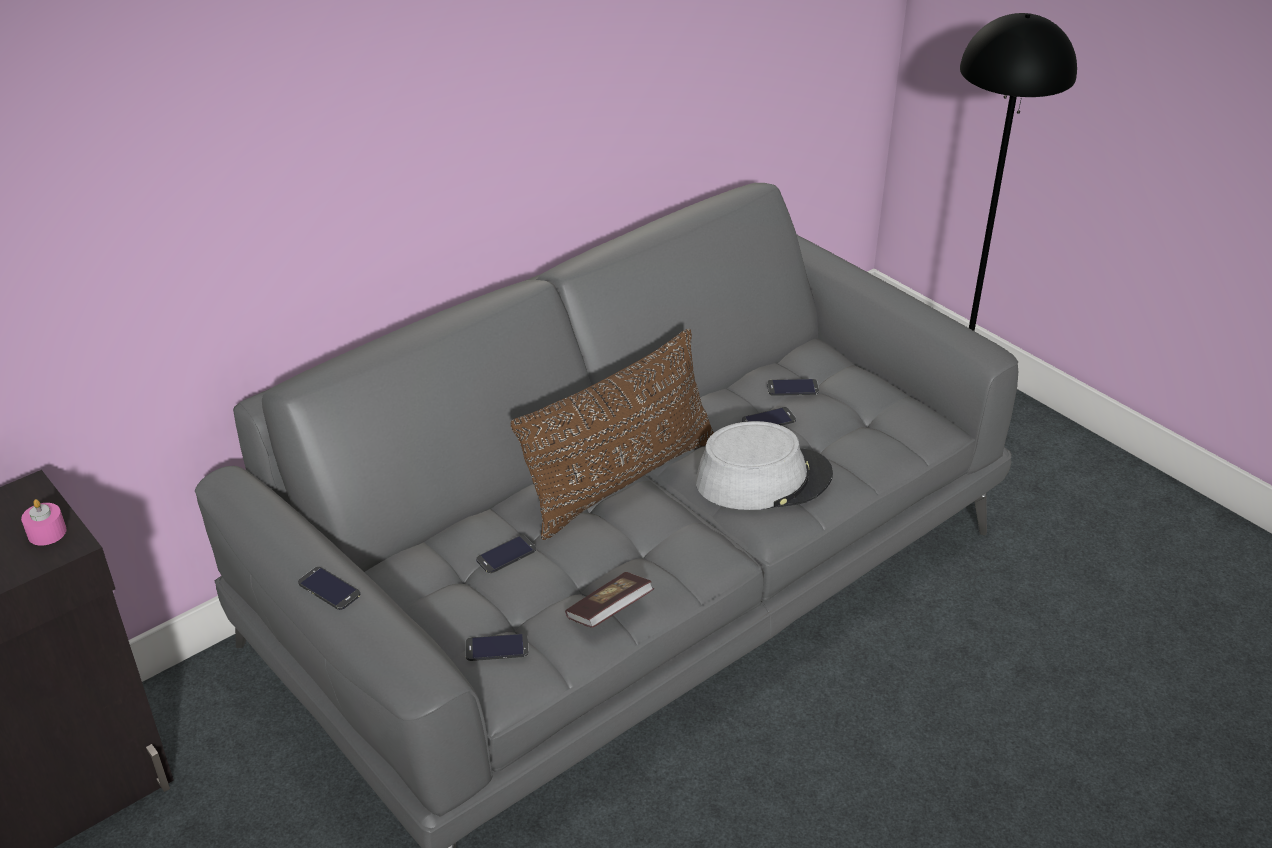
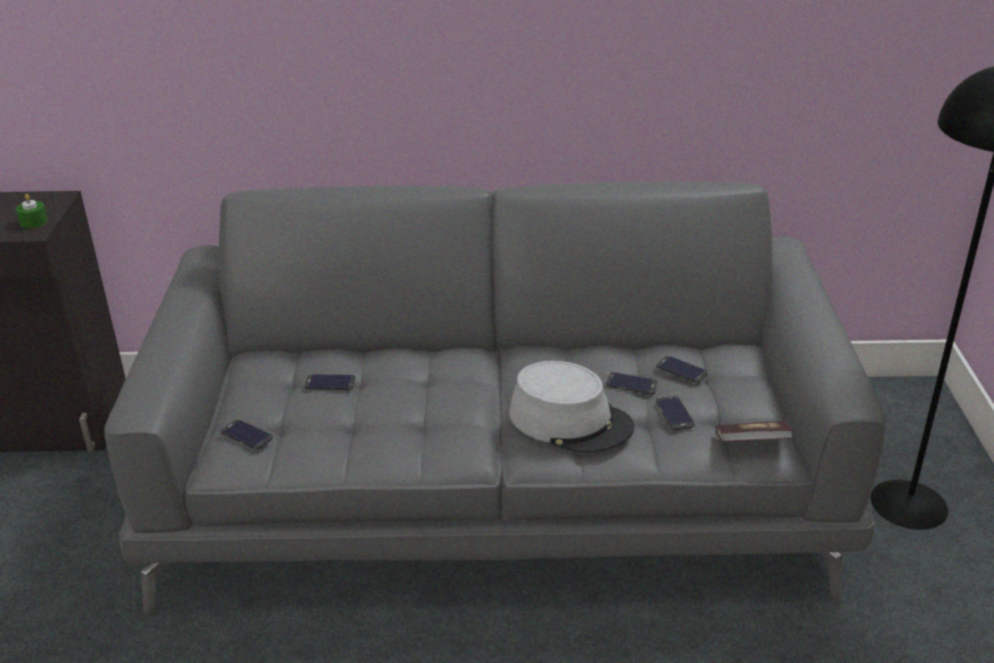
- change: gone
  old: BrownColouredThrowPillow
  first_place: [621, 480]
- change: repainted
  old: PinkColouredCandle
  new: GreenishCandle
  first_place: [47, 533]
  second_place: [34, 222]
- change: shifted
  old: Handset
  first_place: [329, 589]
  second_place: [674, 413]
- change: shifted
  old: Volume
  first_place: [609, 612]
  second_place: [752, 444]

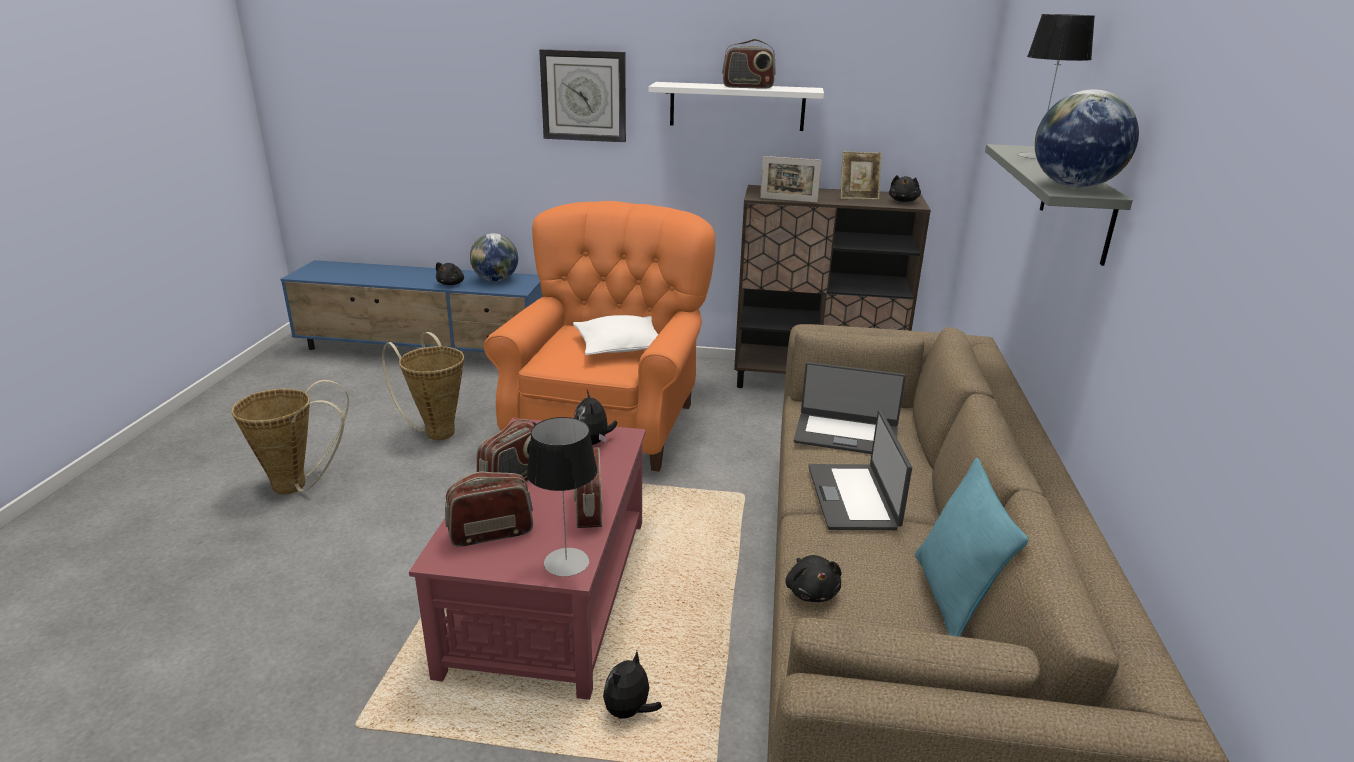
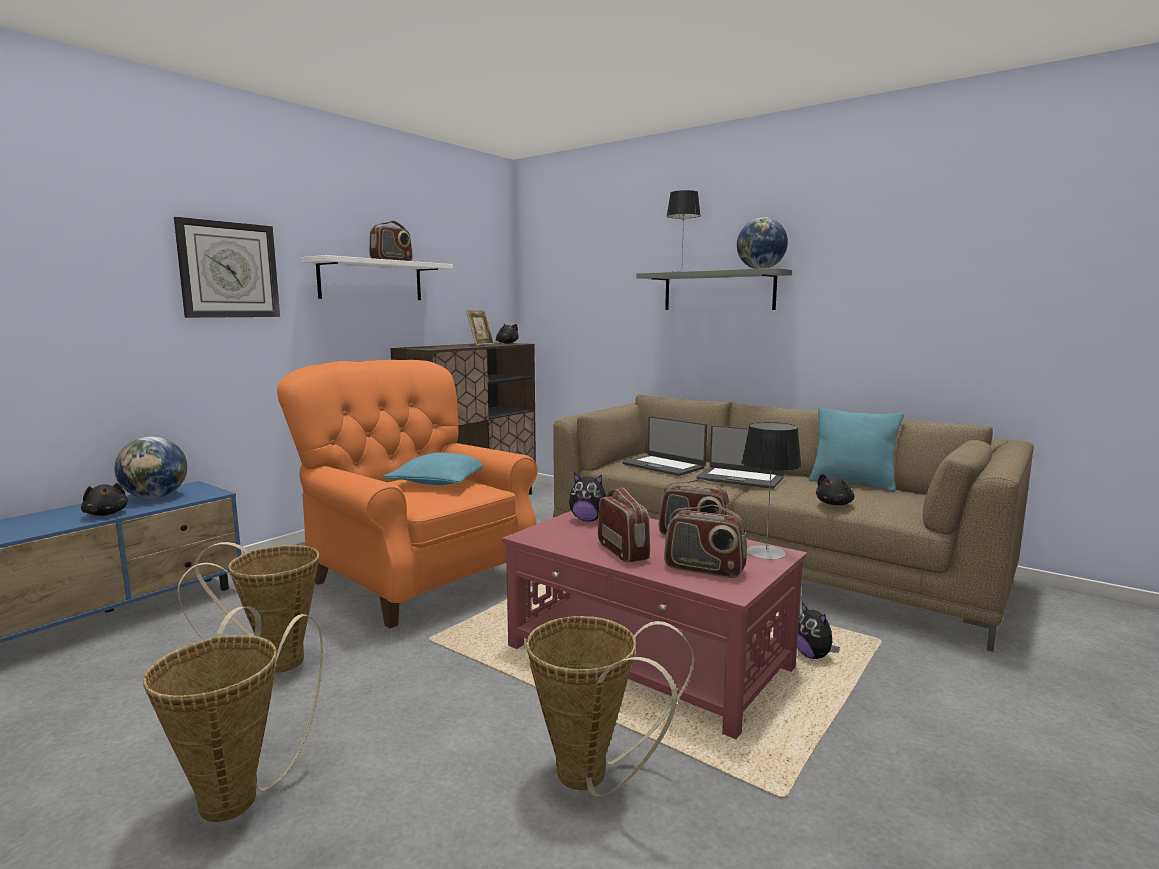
- change: gone
  old: StandingFrame
  first_place: [788, 200]
- change: repainted
  old: WhiteColouredThrowPillow
  new: BlueGreenThrowPillow
  first_place: [620, 346]
  second_place: [440, 482]
- change: rotated
  old: PortableComputer
  first_place: [846, 434]
  second_place: [664, 466]
  degrees: 90
- change: rotated
  old: Radio
  first_place: [491, 533]
  second_place: [704, 569]
  degrees: -75
- change: rotated
  old: BlackCuddlyToy
  first_place: [811, 591]
  second_place: [835, 504]
  degrees: 120
- change: new
  new: StorageBasket
  second_place: [593, 778]

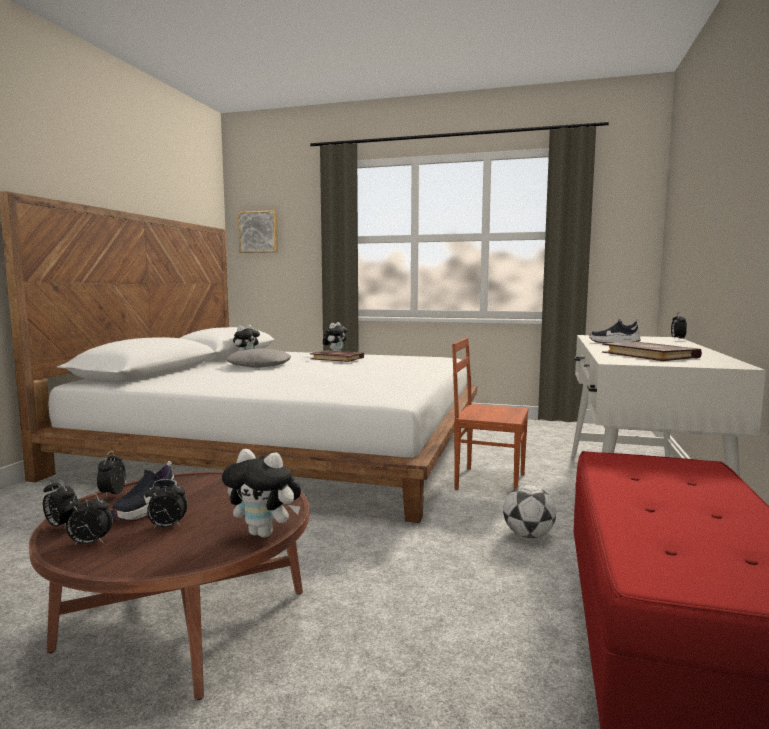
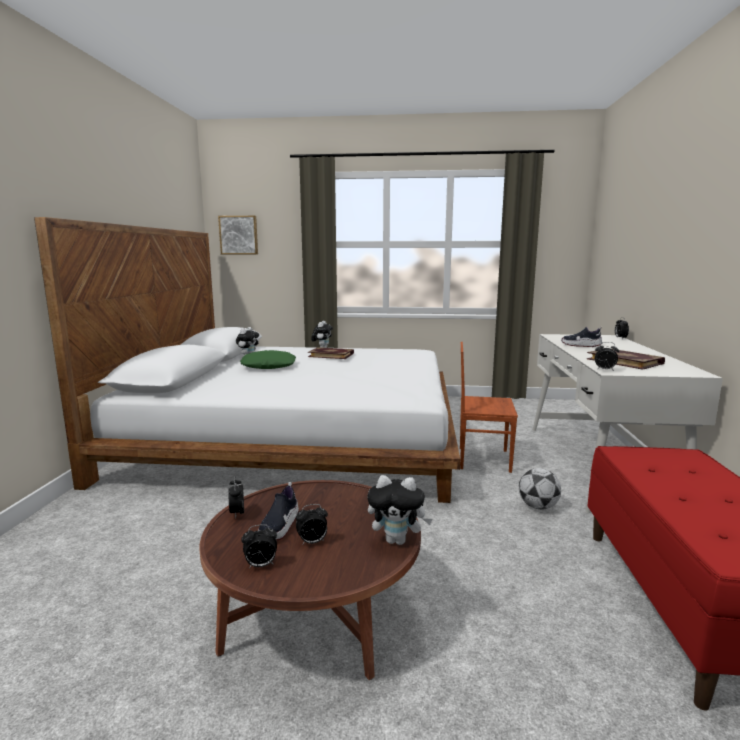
- change: repainted
  old: GreyishThrowPillow
  new: GreenishThrowPillow
  first_place: [259, 365]
  second_place: [269, 366]
- change: shifted
  old: AlarmClock
  first_place: [62, 526]
  second_place: [604, 370]

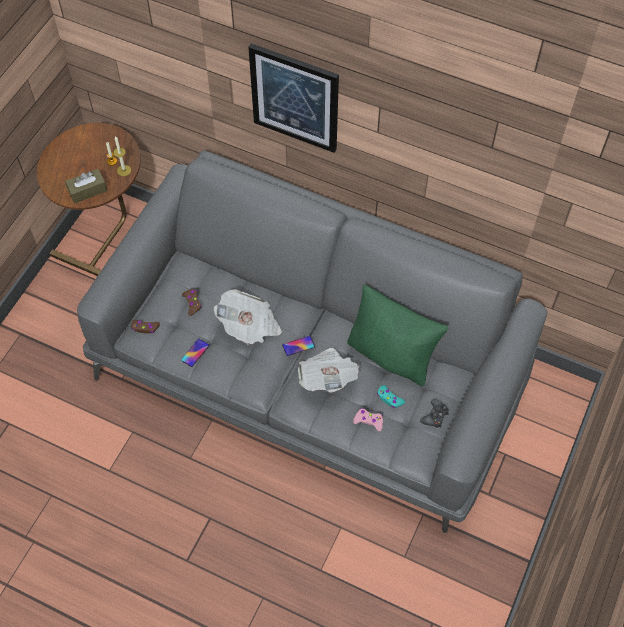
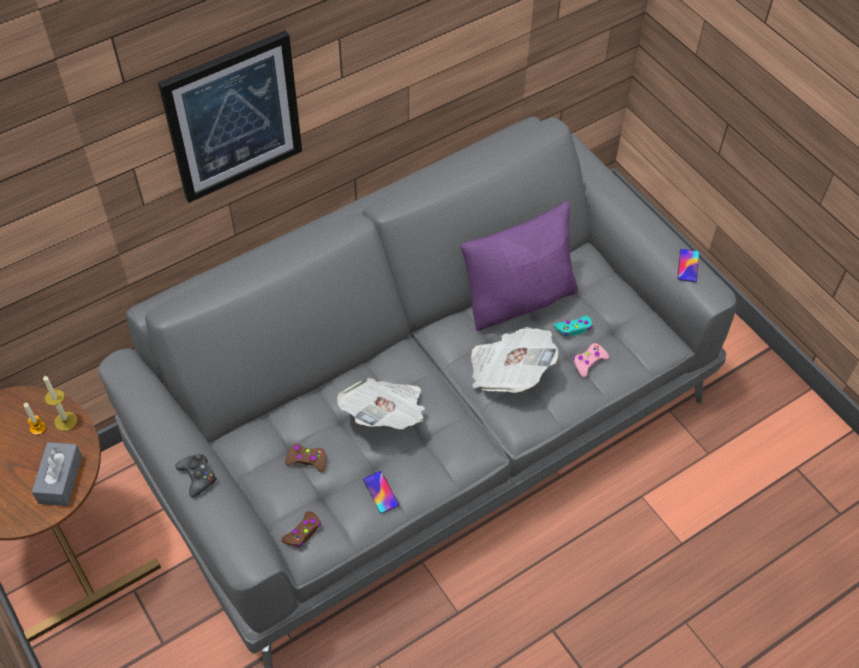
- change: repainted
  old: BrownColouredTissueBox
  new: GreyishTissueBox
  first_place: [87, 190]
  second_place: [60, 479]
- change: repainted
  old: GreenishThrowPillow
  new: PurpleColouredThrowPillow
  first_place: [392, 355]
  second_place: [519, 299]
- change: shifted
  old: Handset
  first_place: [298, 346]
  second_place: [688, 266]
- change: shifted
  old: BlackGamepad
  first_place: [435, 416]
  second_place: [197, 477]

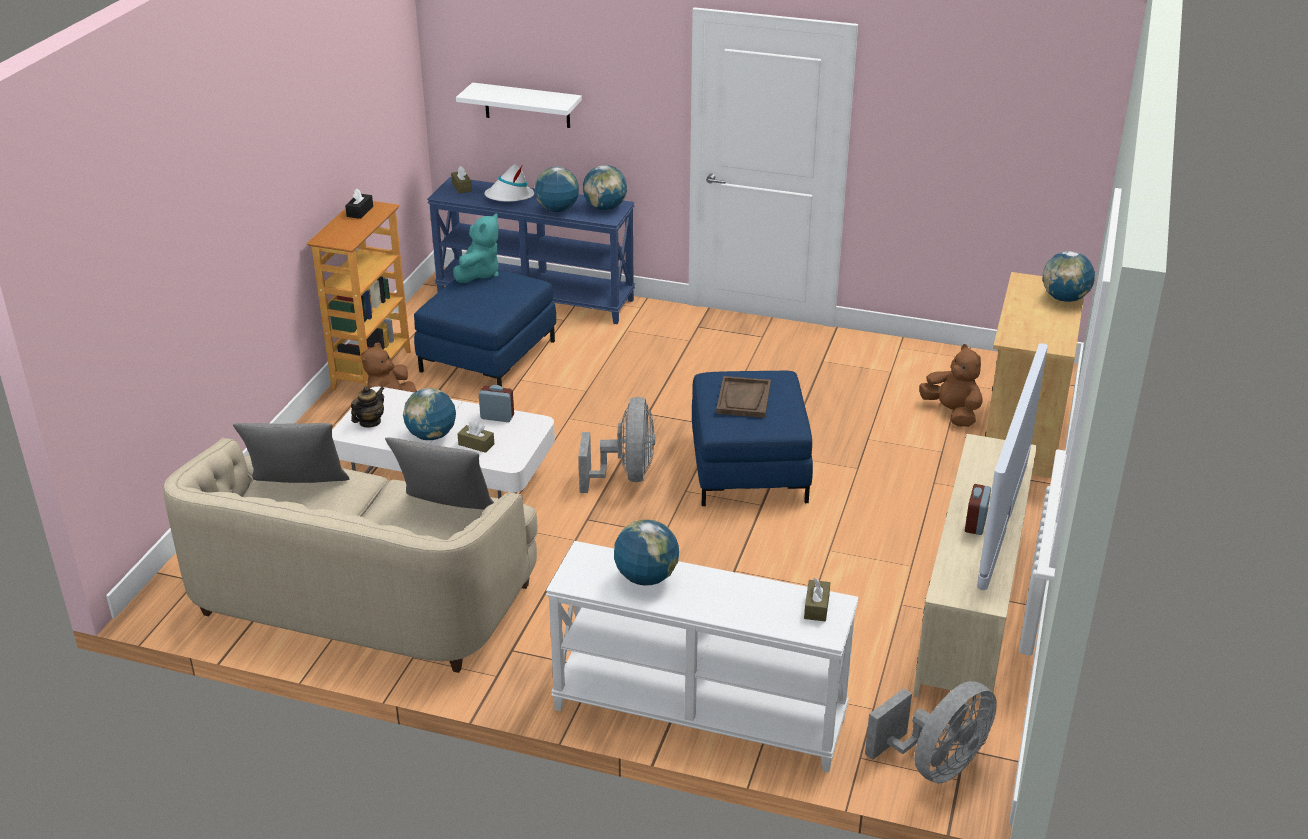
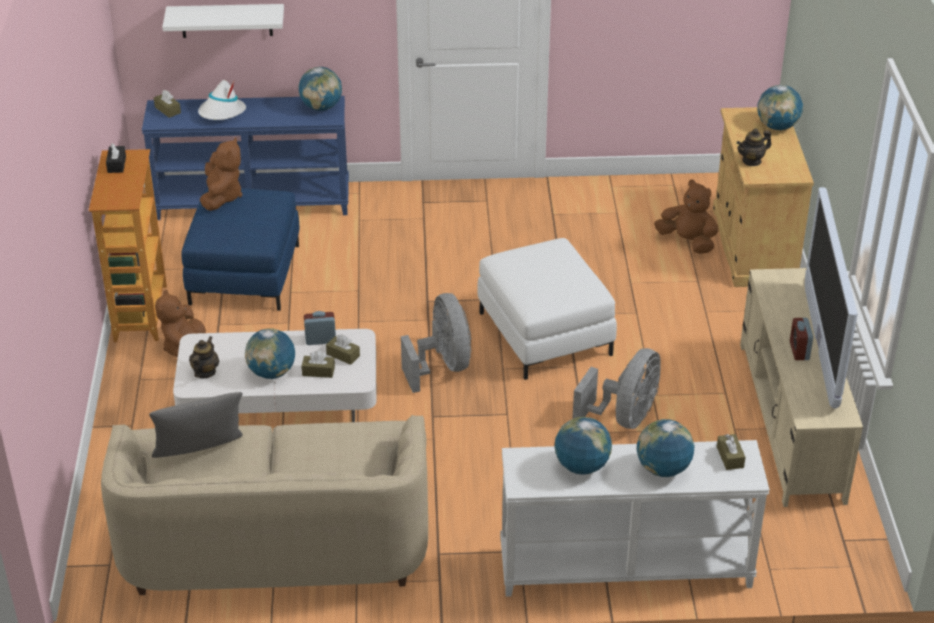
- change: shifted
  old: Globe
  first_place: [557, 209]
  second_place: [663, 469]
- change: repainted
  old: BlueGreenCuddlyToy
  new: BrownColouredCuddlyToy
  first_place: [479, 274]
  second_place: [222, 197]
- change: repainted
  old: BlueOttoman
  new: WhiteColouredOttoman
  first_place: [749, 467]
  second_place: [545, 333]
- change: gone
  old: BrownColouredServingTray
  first_place: [743, 399]
- change: gone
  old: GreyishThrowPillow
  first_place: [446, 511]
- change: shifted
  old: GreyishElectricFan
  first_place: [935, 765]
  second_place: [624, 417]
- change: new
  new: PotForTea
  second_place: [752, 161]
- change: new
  new: BrownColouredTissueBox
  second_place: [343, 355]

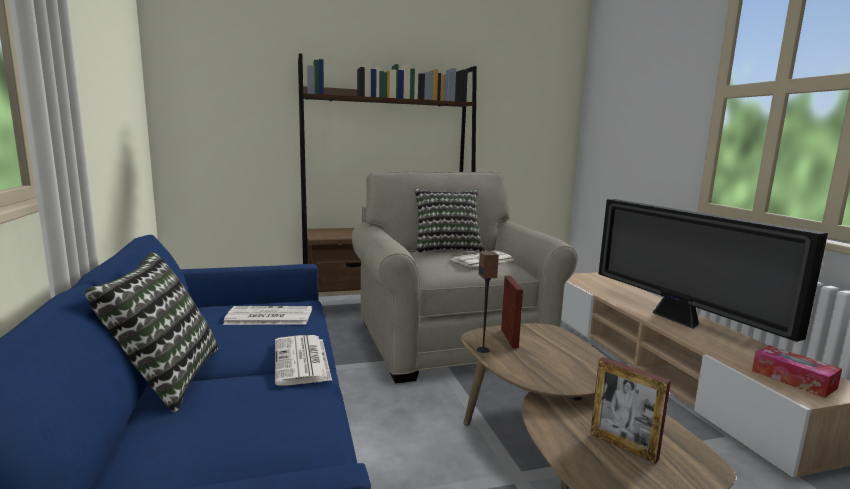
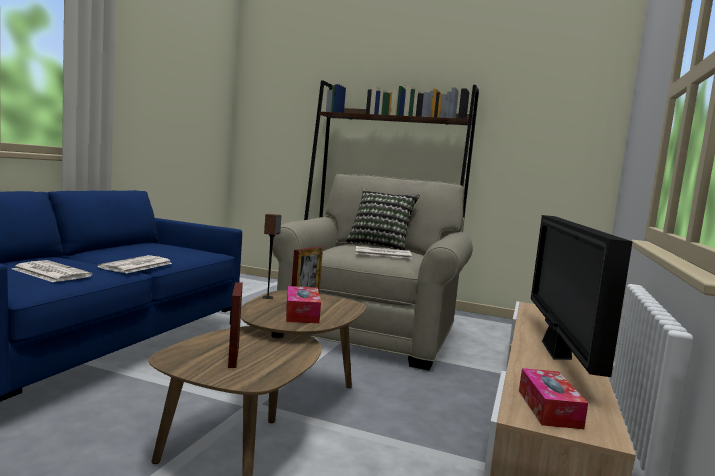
- change: gone
  old: ThrowPillow
  first_place: [165, 378]
- change: shifted
  old: Newspaper
  first_place: [268, 317]
  second_place: [50, 272]
- change: new
  new: TissueBox
  second_place: [302, 313]

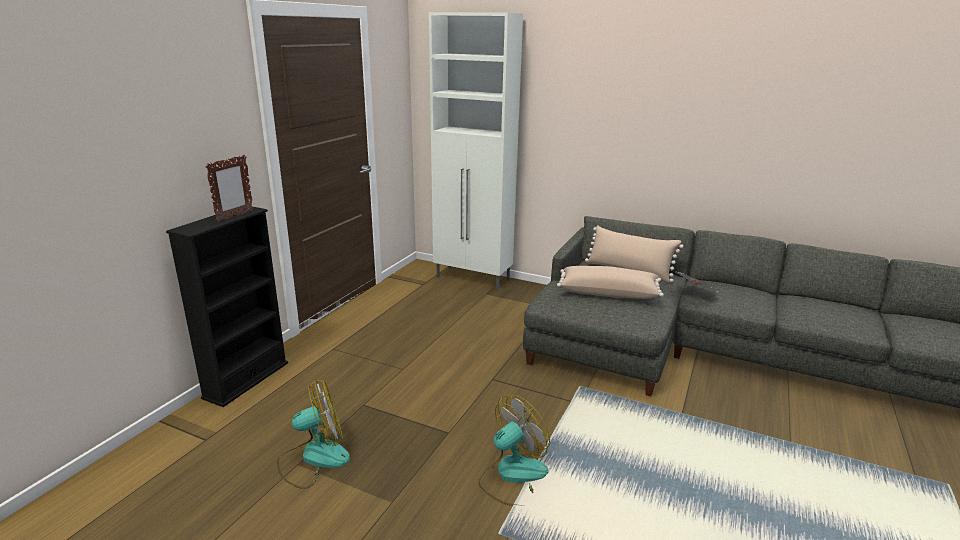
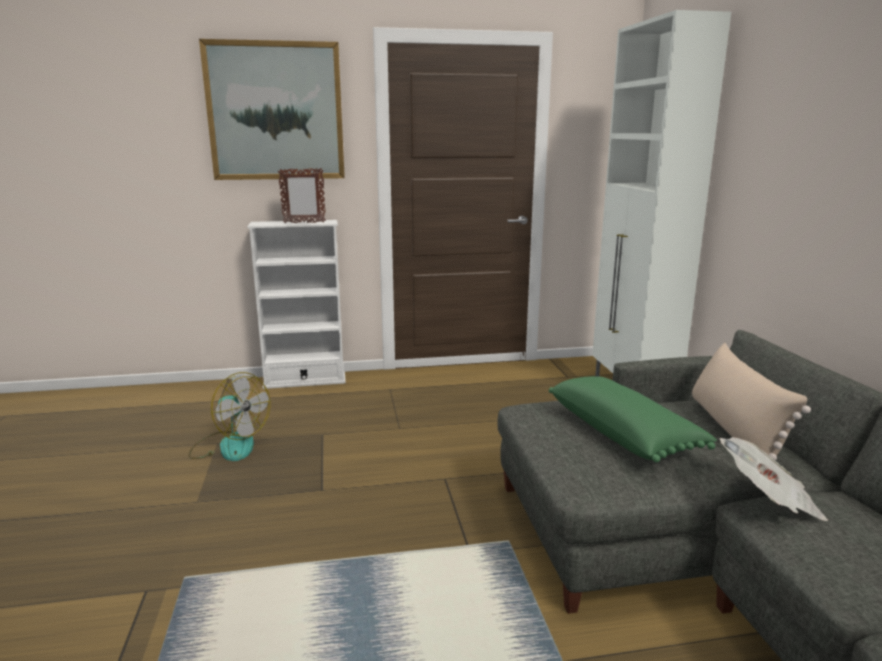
- change: repainted
  old: BlackBookshelf
  new: WhiteColouredBookshelf
  first_place: [246, 380]
  second_place: [305, 381]
- change: repainted
  old: SandColouredThrowPillow
  new: GreenishThrowPillow
  first_place: [608, 293]
  second_place: [623, 433]
- change: gone
  old: ElectricFan
  first_place: [512, 476]
- change: new
  new: Picture
  second_place: [275, 112]

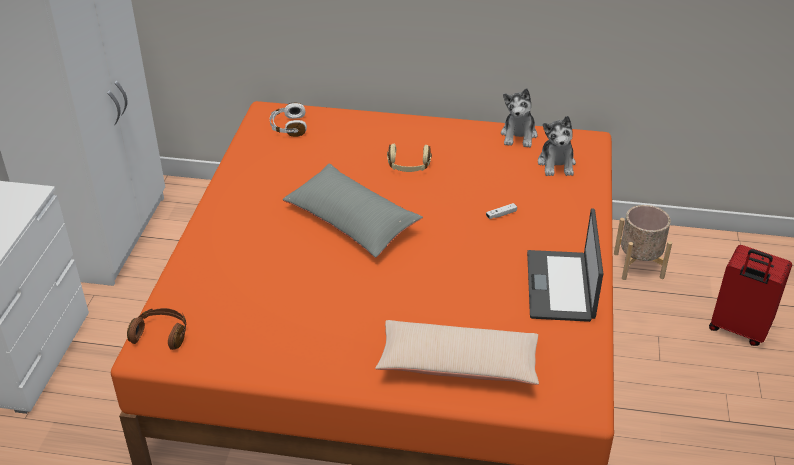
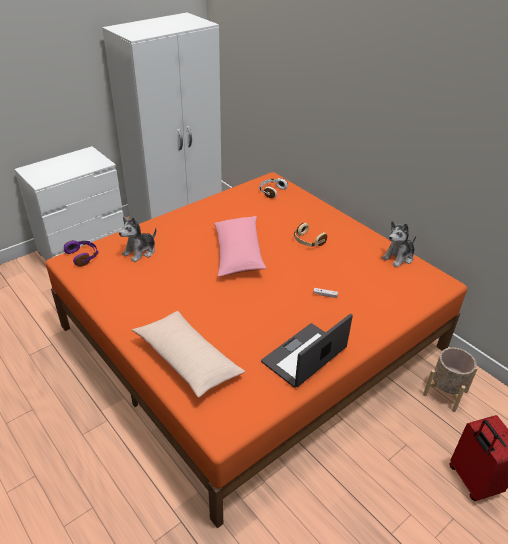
- change: shifted
  old: CuddlyToy
  first_place: [556, 164]
  second_place: [140, 251]
- change: repainted
  old: GreyishThrowPillow
  new: PinkColouredThrowPillow
  first_place: [351, 221]
  second_place: [238, 253]
- change: repainted
  old: BrownColouredPairOfHeadphones
  new: PurpleColouredPairOfHeadphones
  first_place: [161, 334]
  second_place: [83, 256]

